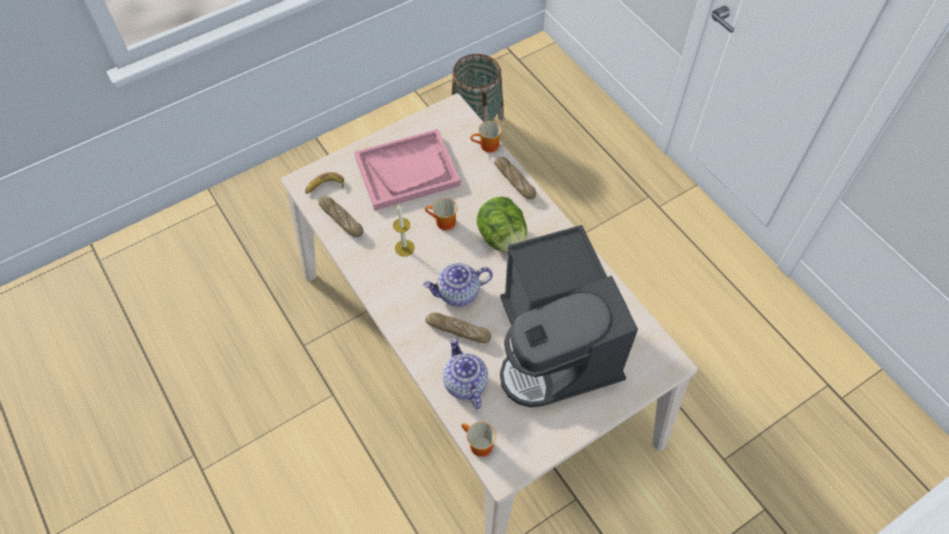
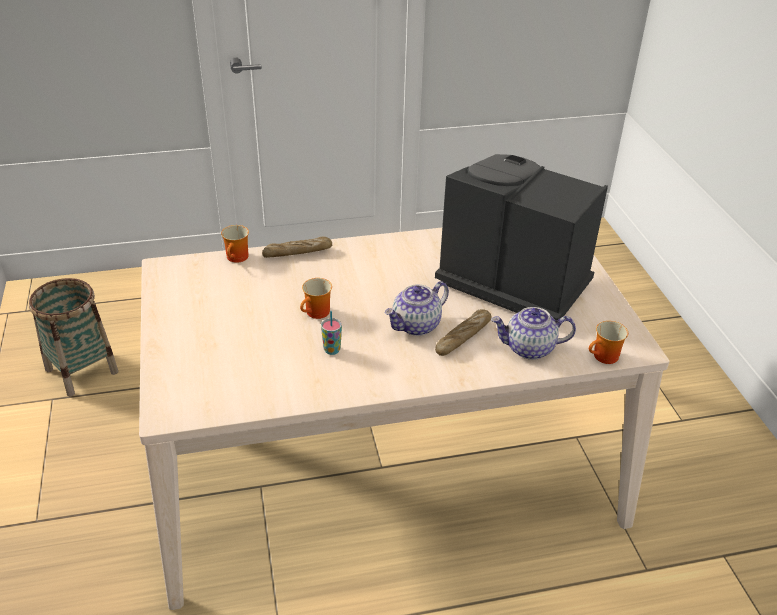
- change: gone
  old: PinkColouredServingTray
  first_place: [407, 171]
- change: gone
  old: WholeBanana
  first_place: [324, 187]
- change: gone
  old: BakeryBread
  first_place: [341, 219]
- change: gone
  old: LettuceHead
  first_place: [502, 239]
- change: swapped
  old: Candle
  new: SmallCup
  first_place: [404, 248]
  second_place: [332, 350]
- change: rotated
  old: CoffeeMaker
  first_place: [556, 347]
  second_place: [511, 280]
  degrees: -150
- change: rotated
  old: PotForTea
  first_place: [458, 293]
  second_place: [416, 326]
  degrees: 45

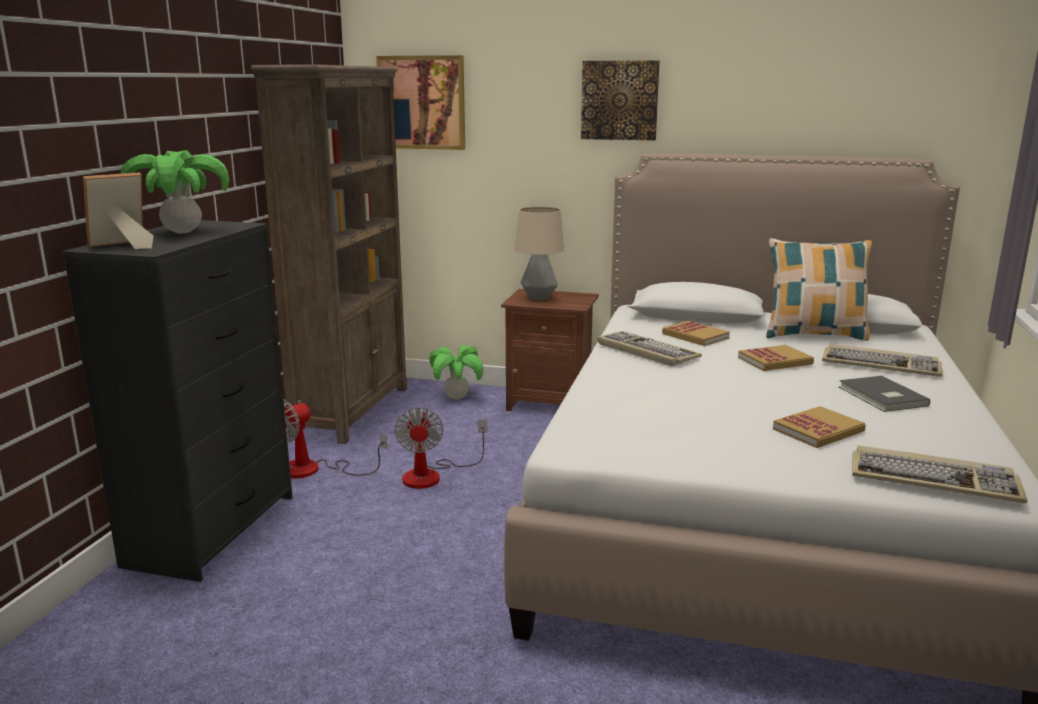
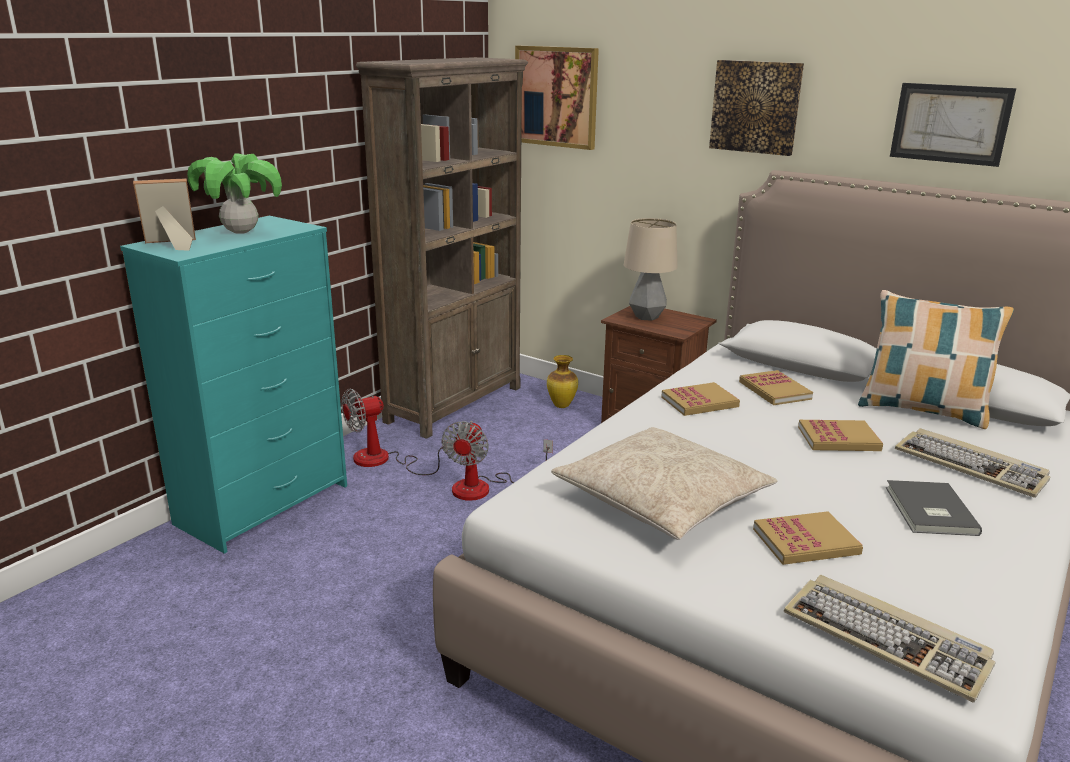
- change: repainted
  old: BlackChestOfDrawers
  new: BlueGreenChestOfDrawers
  first_place: [213, 529]
  second_place: [265, 504]
- change: swapped
  old: PcKeyboard
  new: Volume
  first_place: [645, 351]
  second_place: [699, 402]
- change: swapped
  old: PlantInAPot
  new: Vase
  first_place: [457, 398]
  second_place: [561, 406]
- change: new
  new: Picture
  second_place: [950, 123]
- change: new
  new: SandColouredThrowPillow
  second_place: [661, 498]

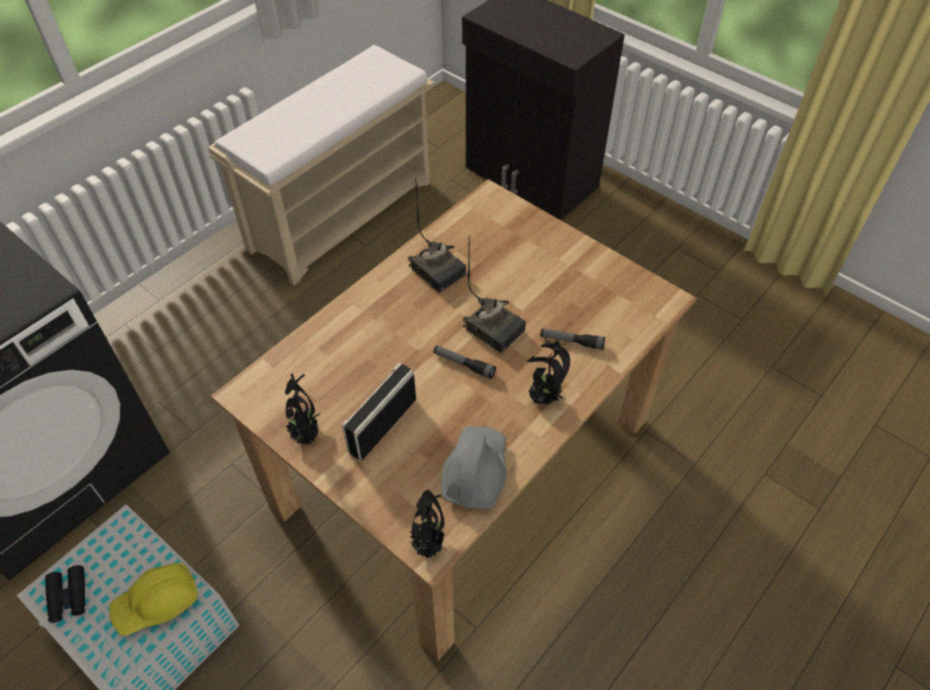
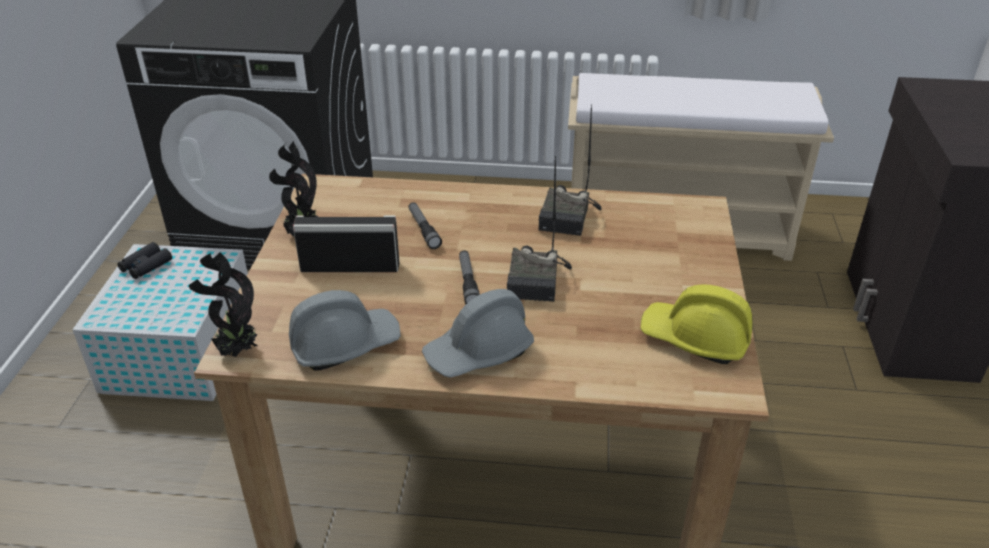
- change: shifted
  old: Torch
  first_place: [571, 342]
  second_place: [423, 230]
- change: swapped
  old: PlantInAPot
  new: GreyishSafetyHelmet
  first_place: [543, 399]
  second_place: [479, 352]
- change: shifted
  old: YellowColouredSafetyHelmet
  first_place: [157, 602]
  second_place: [695, 339]

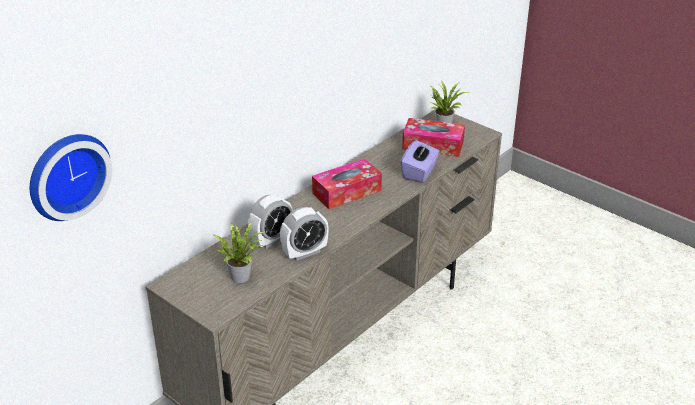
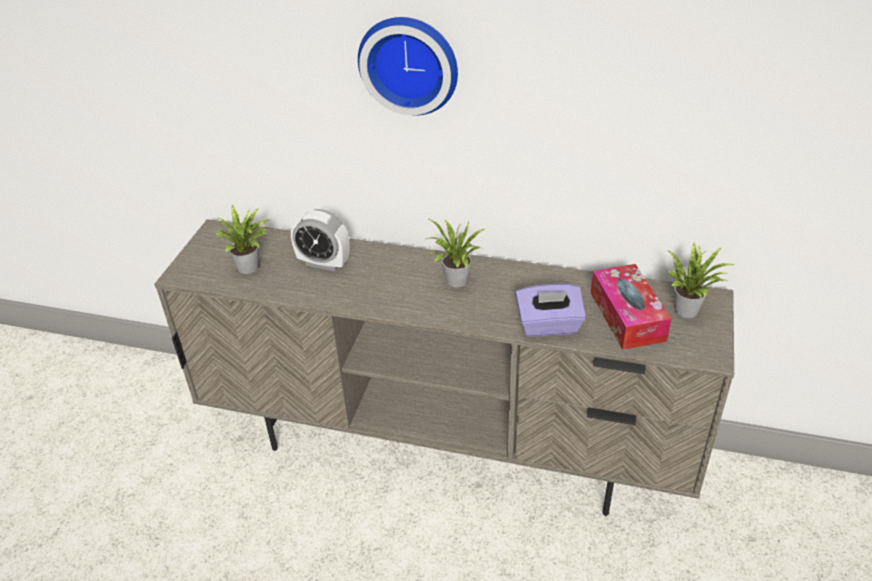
- change: shifted
  old: HangingClock
  first_place: [66, 174]
  second_place: [410, 63]
- change: swapped
  old: TissueBox
  new: PlantInAPot
  first_place: [347, 192]
  second_place: [455, 282]
- change: gone
  old: AlarmClock
  first_place: [304, 252]

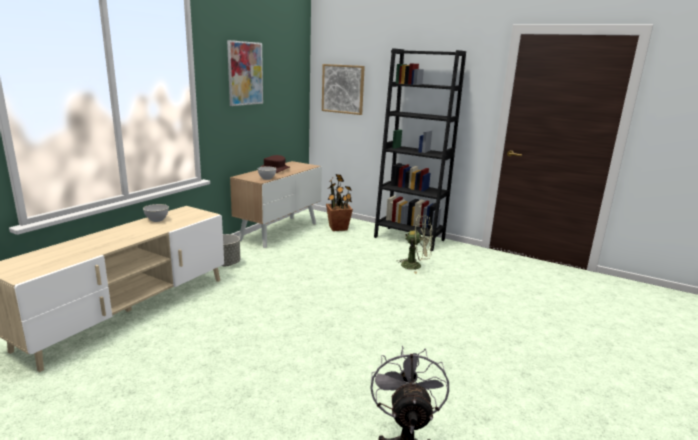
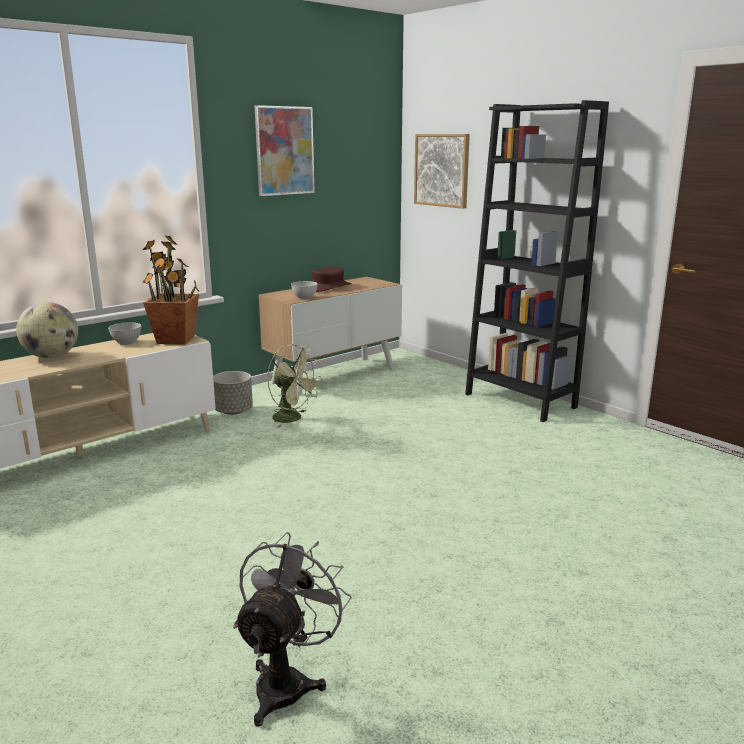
- change: shifted
  old: PlantInAPot
  first_place: [338, 228]
  second_place: [175, 340]
- change: shifted
  old: GreenishElectricFan
  first_place: [416, 266]
  second_place: [293, 419]
- change: new
  new: Globe
  second_place: [52, 357]

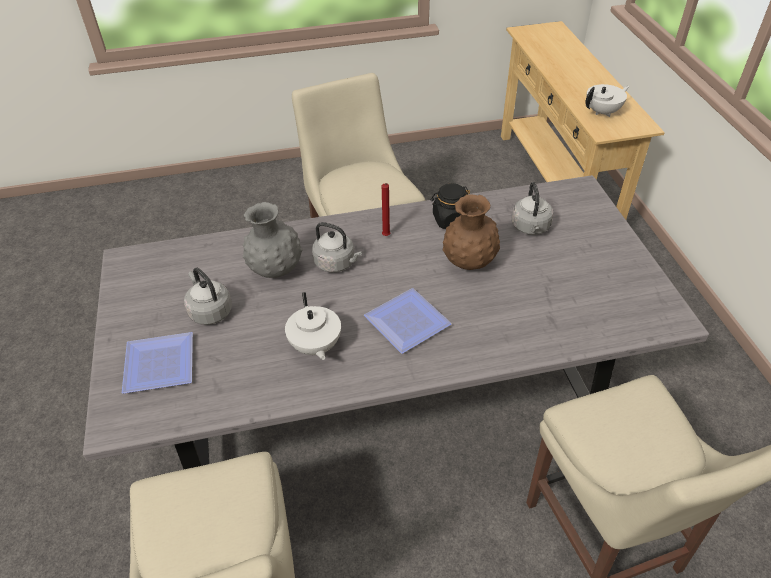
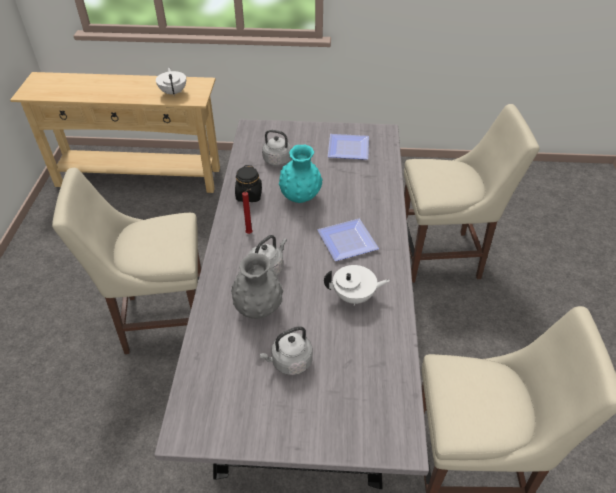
- change: repainted
  old: BrownColouredVase
  new: BlueGreenVase
  first_place: [469, 262]
  second_place: [300, 197]
- change: shifted
  old: FlatDish
  first_place: [157, 367]
  second_place: [349, 149]

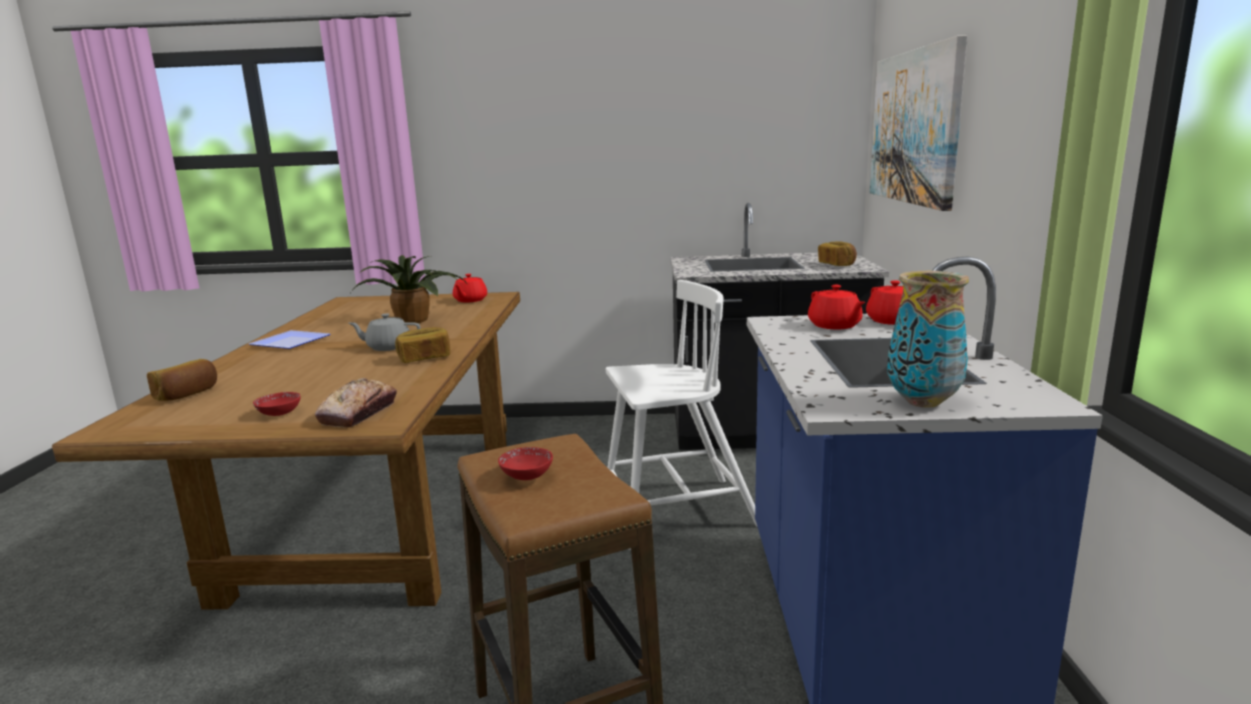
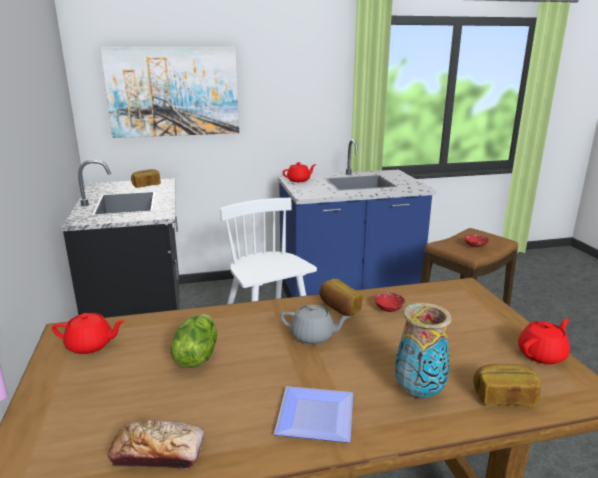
- change: swapped
  old: PlantInAPot
  new: LettuceHead
  first_place: [414, 320]
  second_place: [196, 356]
- change: shifted
  old: Vase
  first_place: [922, 402]
  second_place: [418, 393]
- change: shifted
  old: RedPotForTea
  first_place: [835, 326]
  second_place: [542, 354]
- change: rotated
  old: GreyishPotForTea
  first_place: [388, 347]
  second_place: [313, 336]
  degrees: -60
- change: shifted
  old: BakeryBread
  first_place: [359, 413]
  second_place: [159, 452]
- change: shifted
  old: RedServingBowl
  first_place: [279, 413]
  second_place: [389, 309]

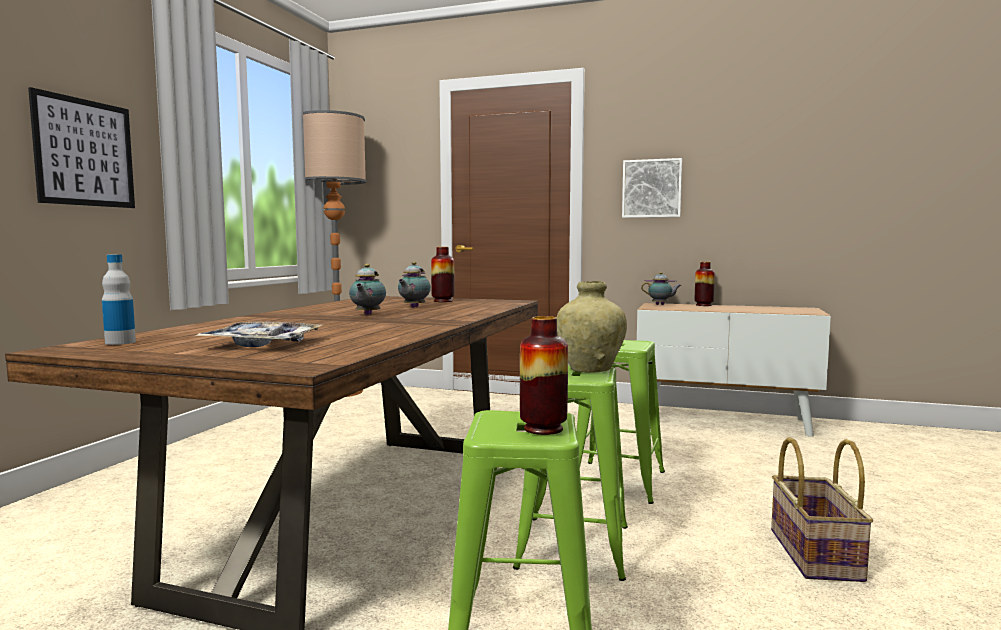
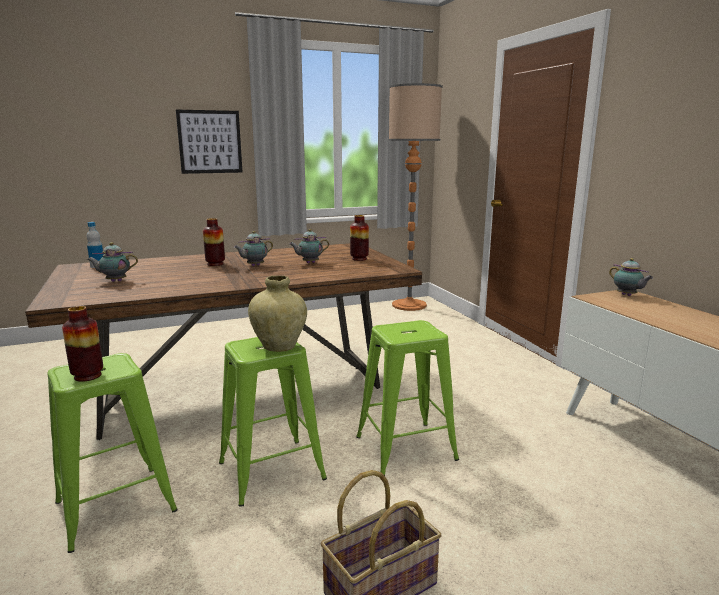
- change: gone
  old: Picture
  first_place: [652, 188]
- change: shifted
  old: Vase
  first_place: [703, 305]
  second_place: [215, 264]
- change: swapped
  old: ServingTray
  new: PotForTea
  first_place: [263, 343]
  second_place: [115, 281]

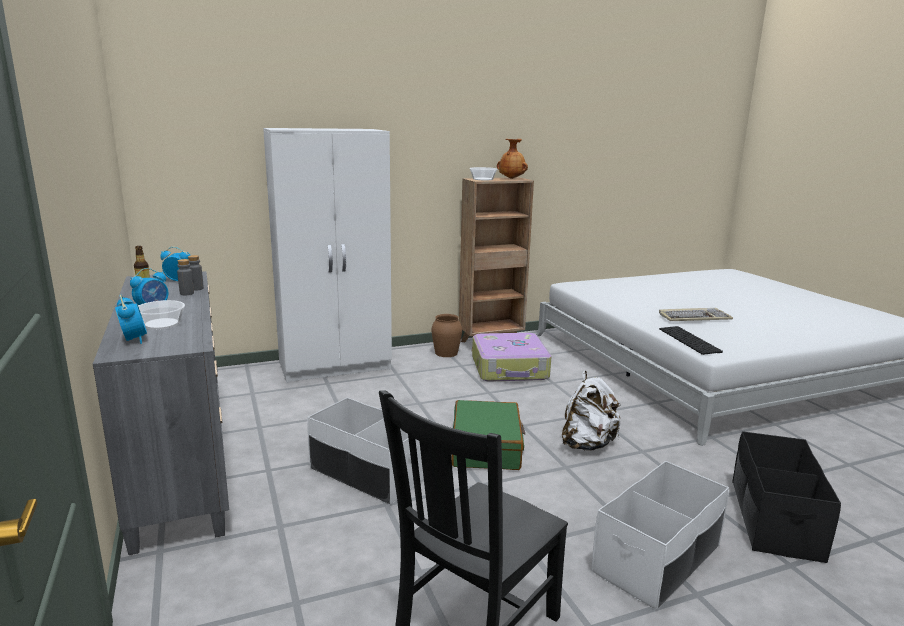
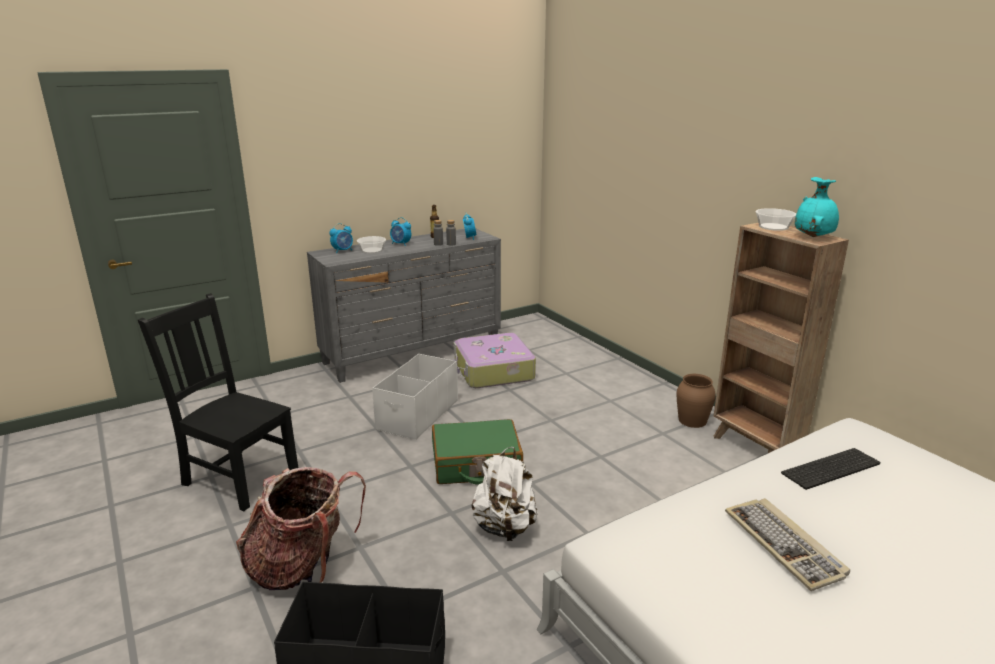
- change: gone
  old: WhiteColouredClothesCupboard
  first_place: [336, 366]
- change: repainted
  old: BrownColouredVase
  new: BlueGreenVase
  first_place: [512, 178]
  second_place: [814, 236]
- change: shifted
  old: PcKeyboard
  first_place: [691, 340]
  second_place: [831, 470]
- change: shifted
  old: PieceOfLuggage
  first_place: [510, 368]
  second_place: [493, 371]
- change: swapped
  old: WhiteColouredStorageBin
  new: Knapsack
  first_place: [657, 559]
  second_place: [303, 566]

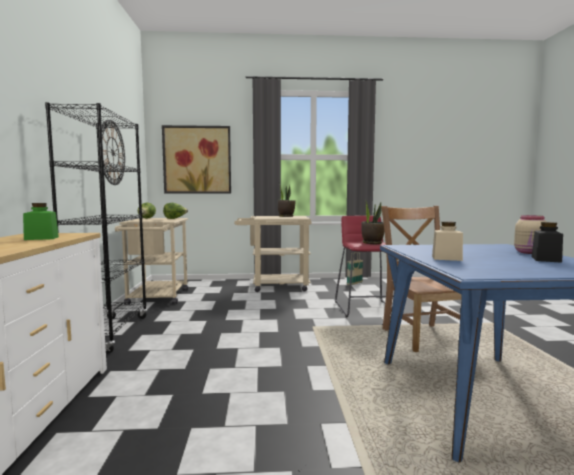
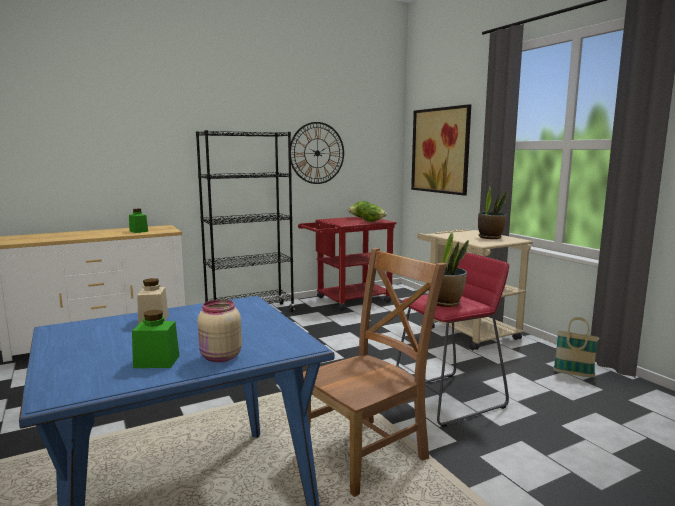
- change: repainted
  old: SandColouredWheeledCart
  new: RedWheeledCart
  first_place: [157, 298]
  second_place: [347, 300]
- change: repainted
  old: BlackStorageJar
  new: GreenishStorageJar
  first_place: [546, 259]
  second_place: [156, 361]

